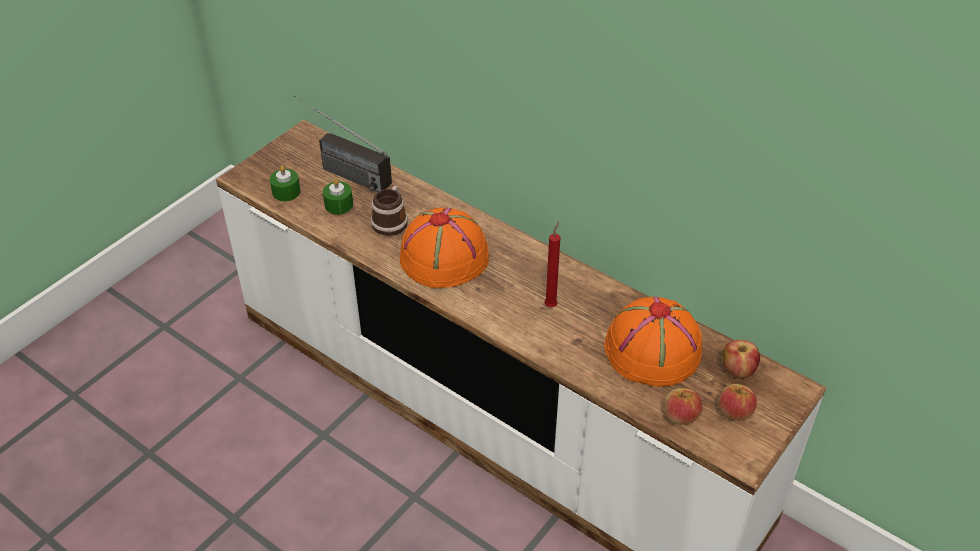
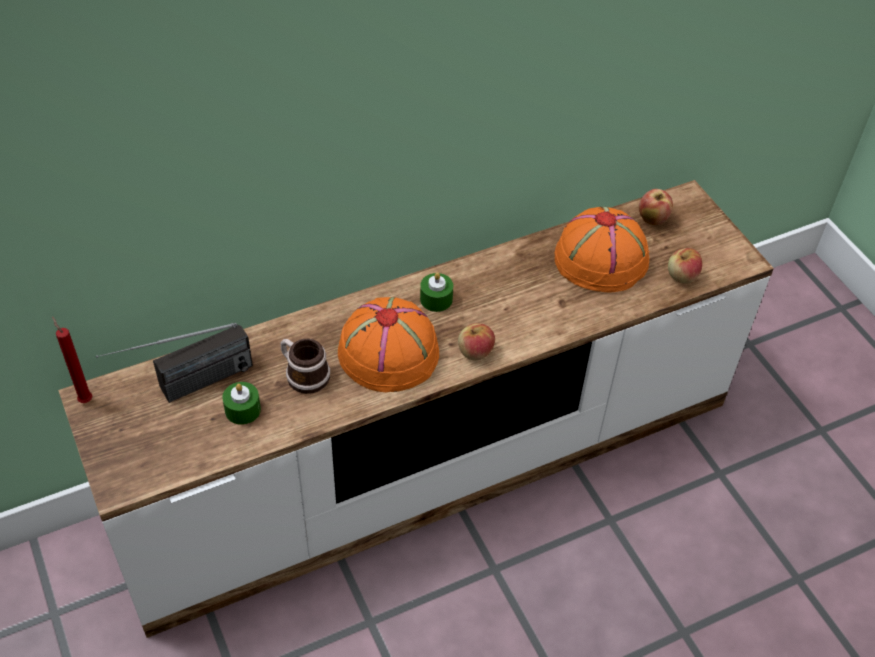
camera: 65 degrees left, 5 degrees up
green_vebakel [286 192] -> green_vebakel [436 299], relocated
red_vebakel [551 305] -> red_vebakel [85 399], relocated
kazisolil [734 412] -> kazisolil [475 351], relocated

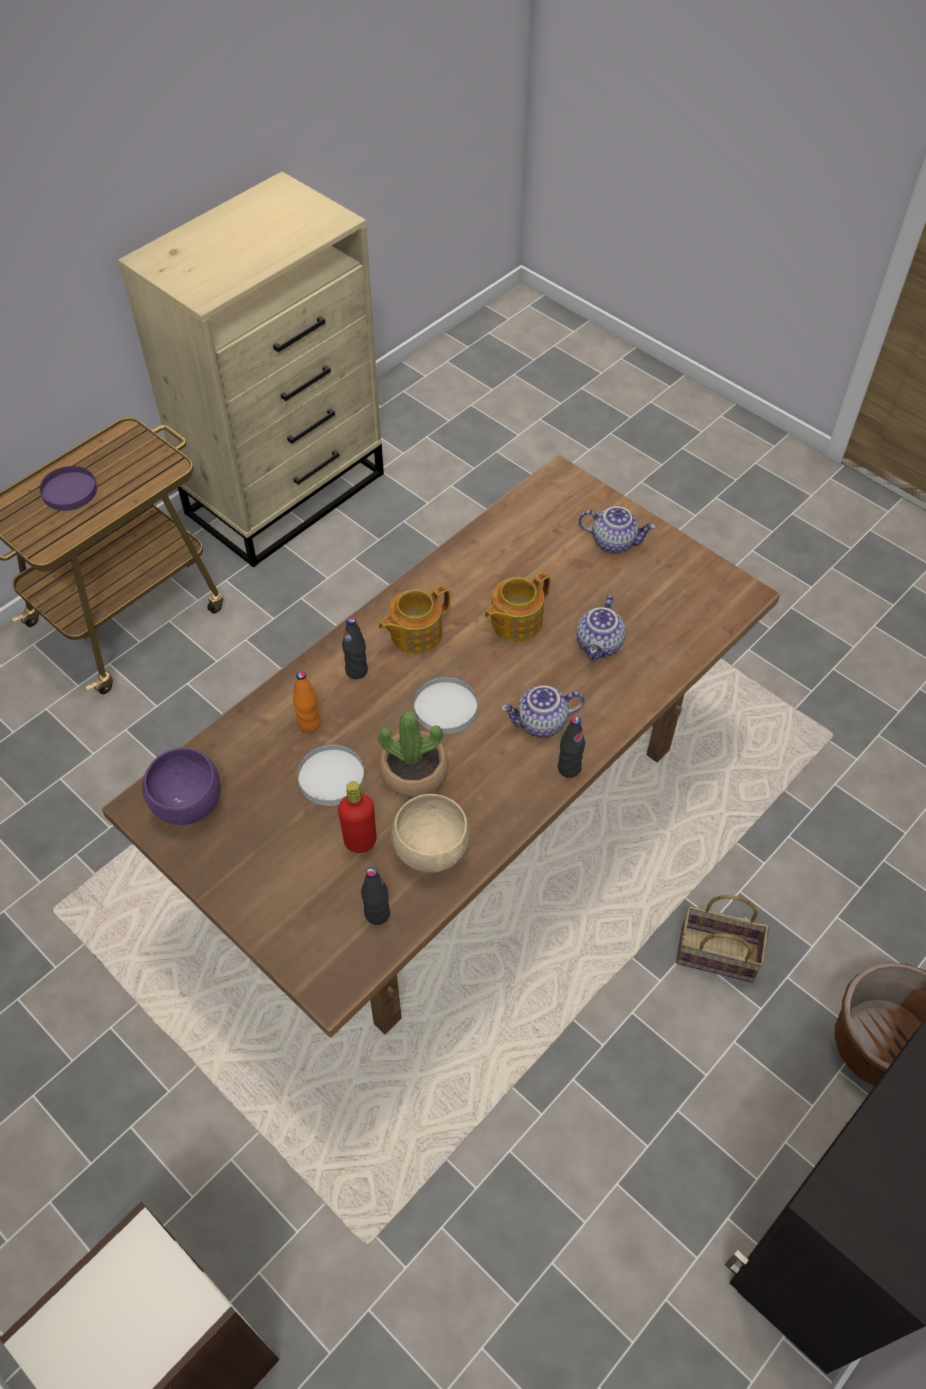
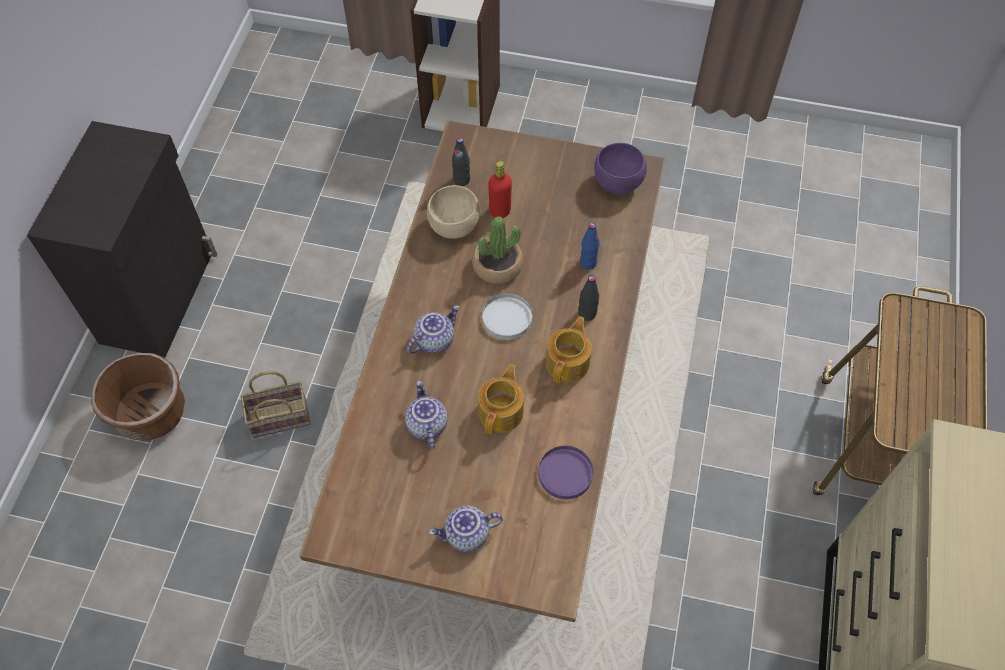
camera: 150 degrees right, 5 degrees up
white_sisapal [331 777] -> none
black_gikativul [569 768] -> none
purple_sisapal [70 491] -> purple_sisapal [565 474], relocated
orange_gikativul [309 723] -> blue_gikativul [588 263]

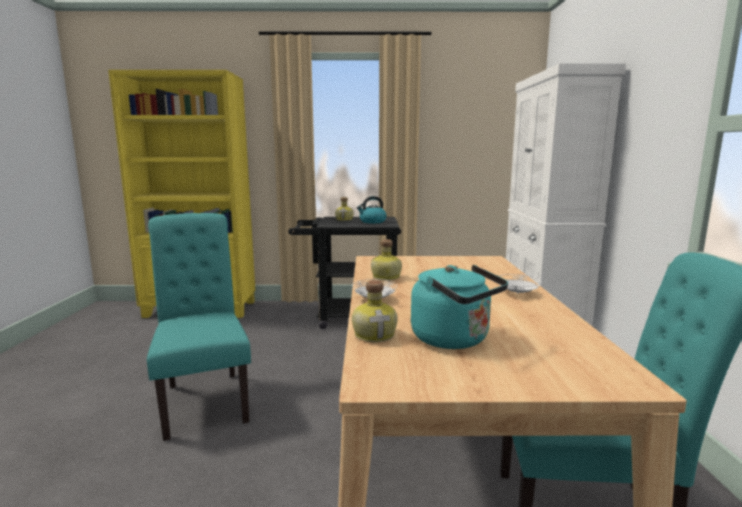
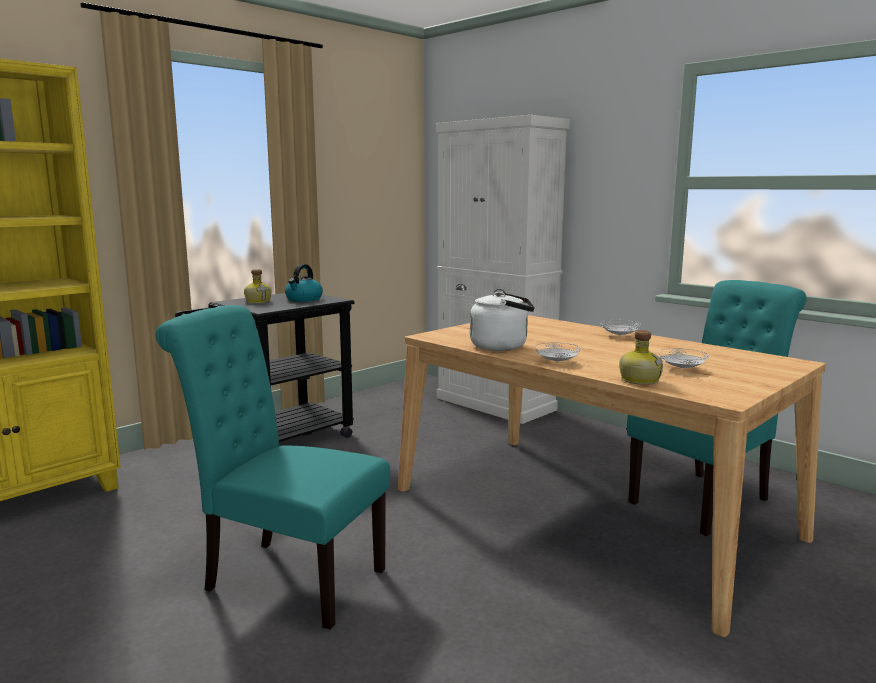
camera: 45 degrees left, 0 degrees up
gikativul [386 277] -> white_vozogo [502 346]
turquoise_vozogo [454 339] -> white_sisapal [682 369]

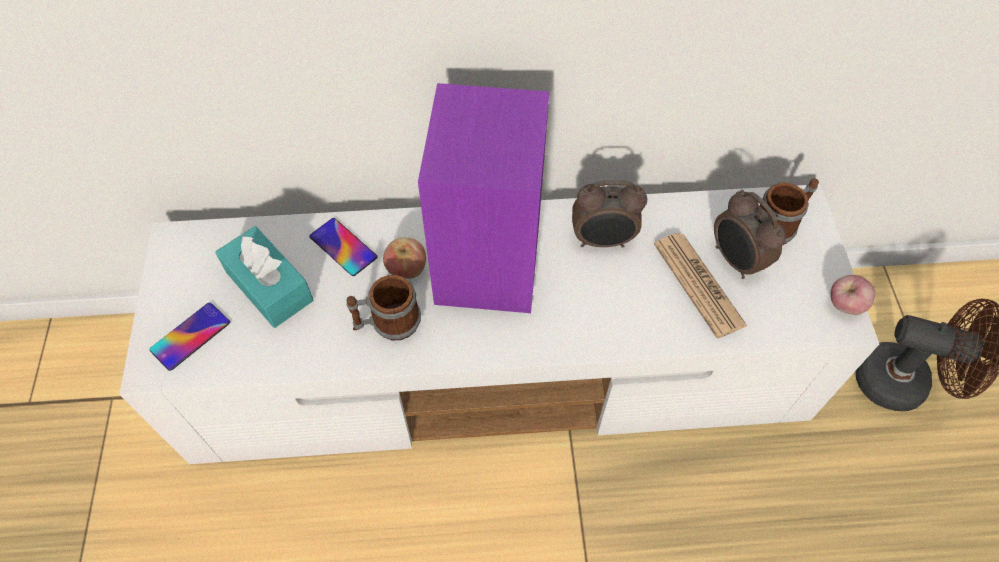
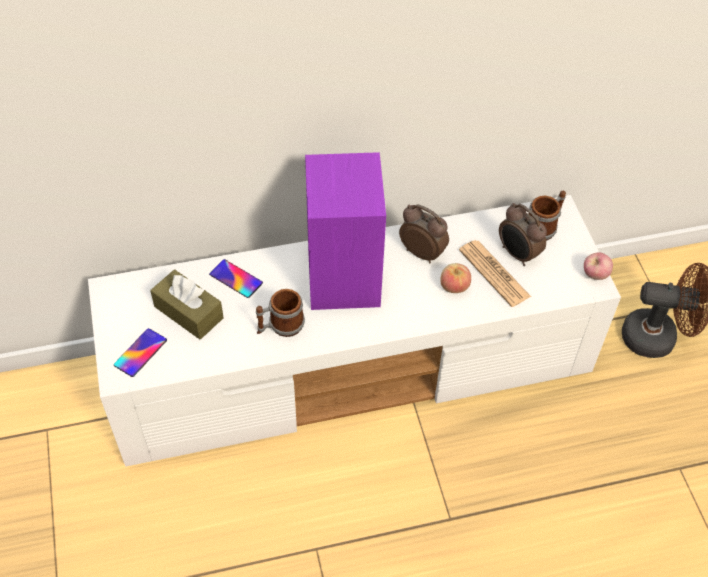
camera: 10 degrees left, 5 degrees down
kazisolil [406 268] -> kazisolil [454 287], relocated
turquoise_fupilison [269 286] -> brown_fupilison [188 312]
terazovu [602 241] -> terazovu [422 252], 135 degrees counterclockwise

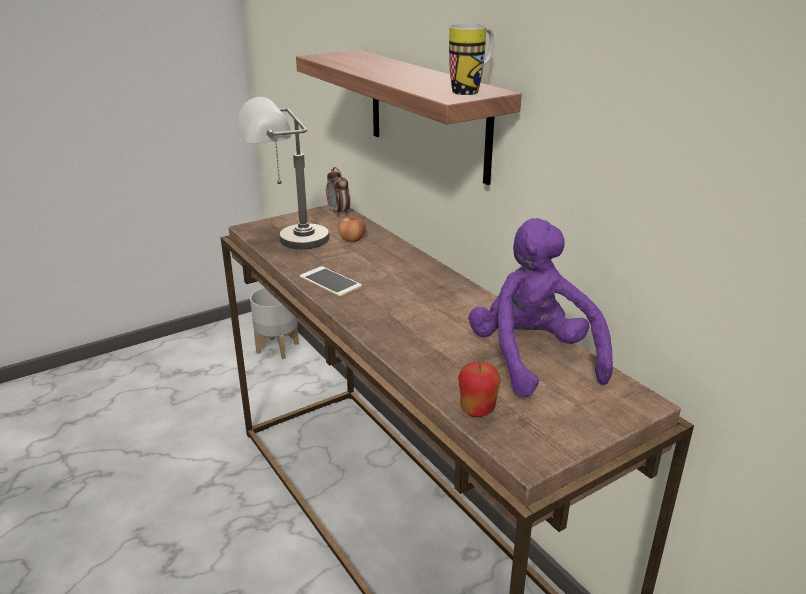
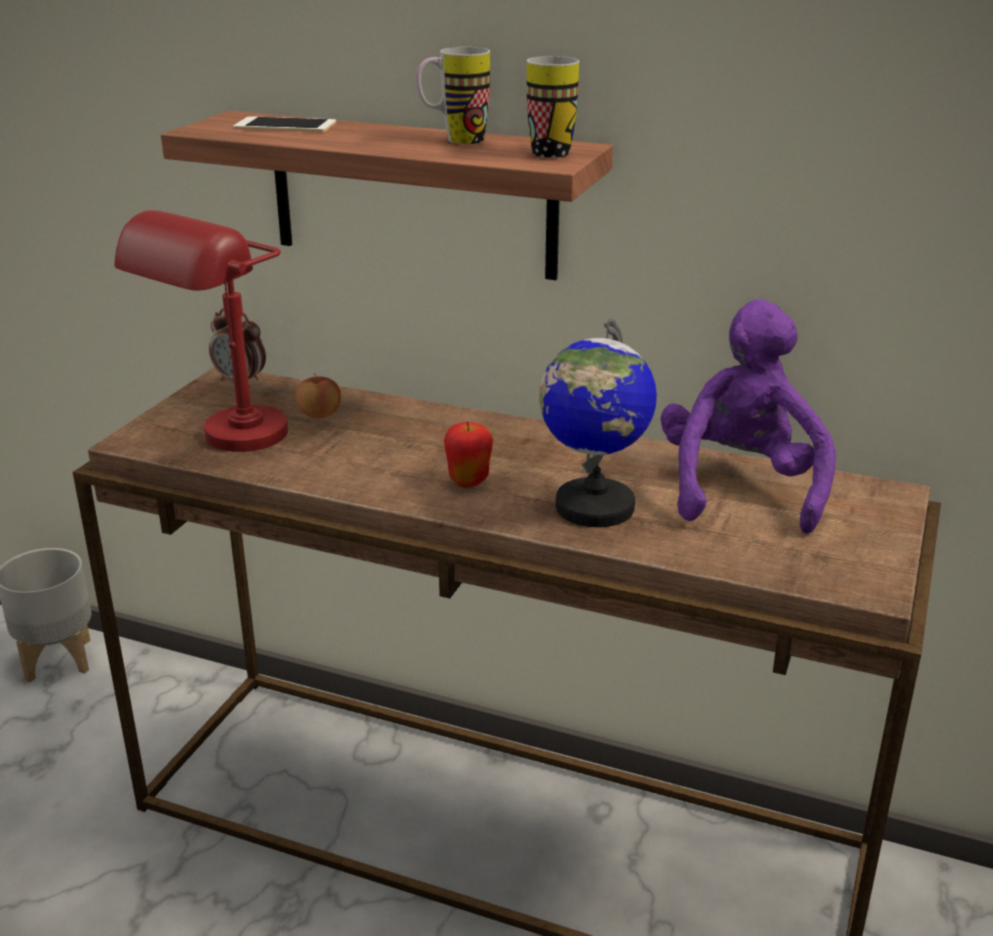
camera: 35 degrees left, 0 degrees up
none -> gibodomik [454 141]
none -> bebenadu [593 507]
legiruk [330 281] -> legiruk [285 126], relocated
kazisolil [477 410] -> kazisolil [469 481], relocated
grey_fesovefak [287 242] -> red_fesovefak [227 445]
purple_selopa [532 358] -> purple_selopa [740 488], 60 degrees clockwise

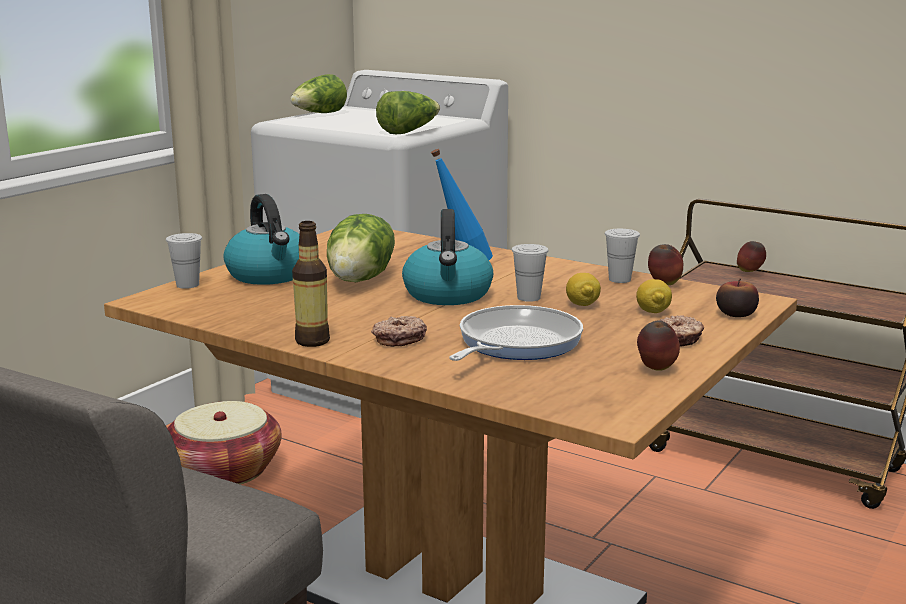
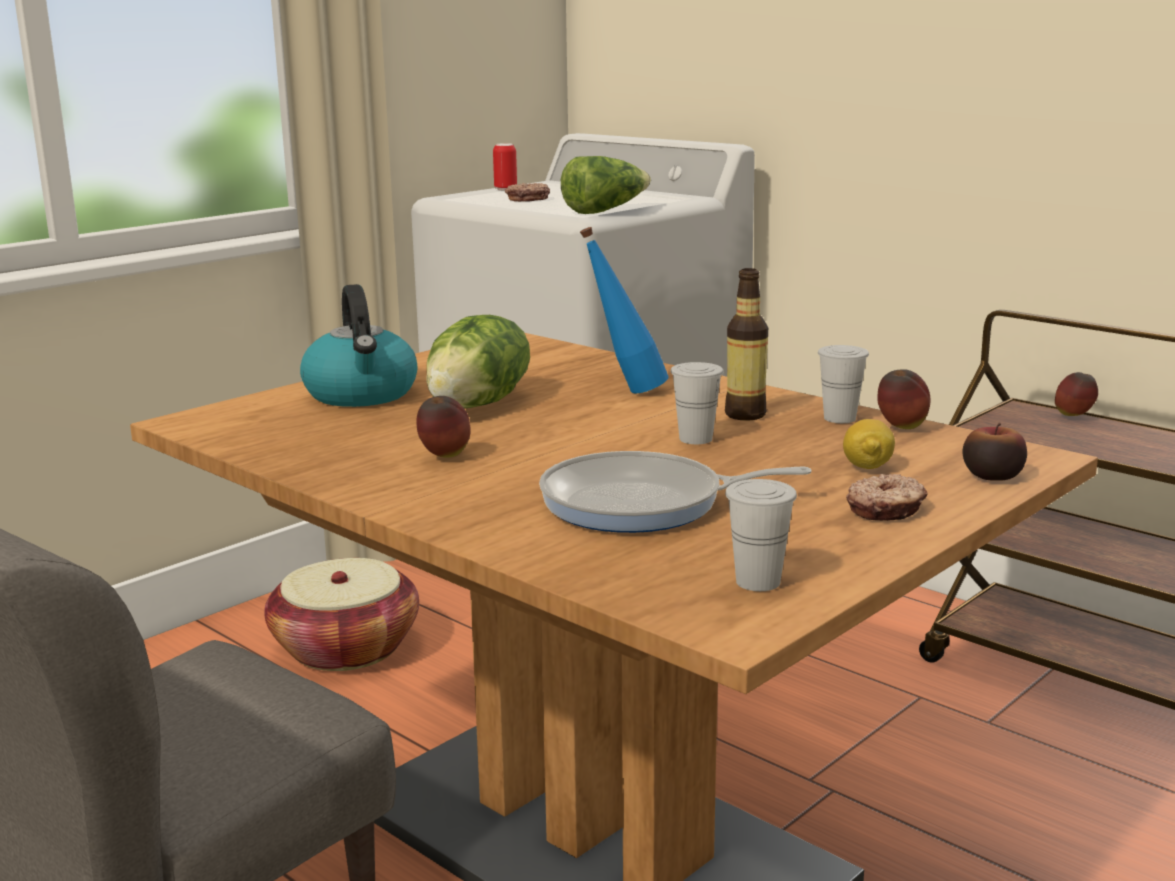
camera: 10 degrees right, 0 degrees up
vozogo [448 295] -> none
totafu [582 304] -> none
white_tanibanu [187 285] -> white_tanibanu [758 582], relocated
gikativul [312 341] -> gikativul [745 415], relocated
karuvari [399 339] -> karuvari [527 199], relocated
kazisolil [656 370] -> kazisolil [444 457], relocated
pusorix [319 114] -> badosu [505 189]
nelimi [515 343] -> nelimi [642 504], 135 degrees counterclockwise

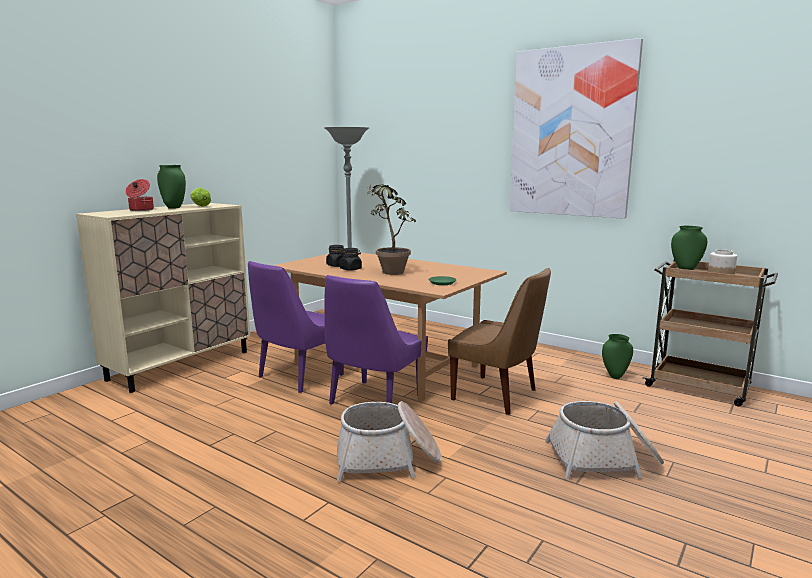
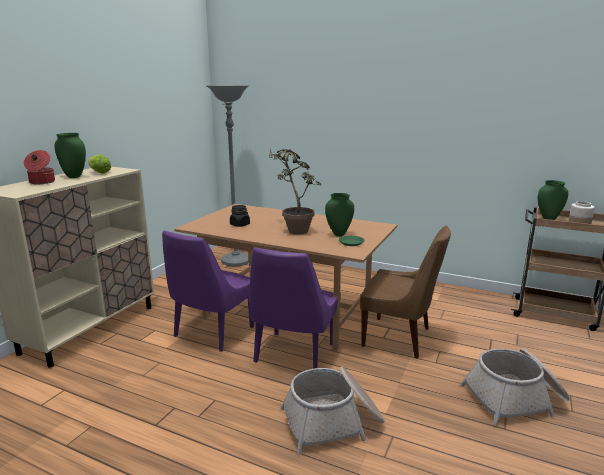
camera: 10 degrees left, 5 degrees up
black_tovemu [351 269] -> none
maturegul [571 132] -> none
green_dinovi [615 377] -> green_dinovi [339 235], relocated

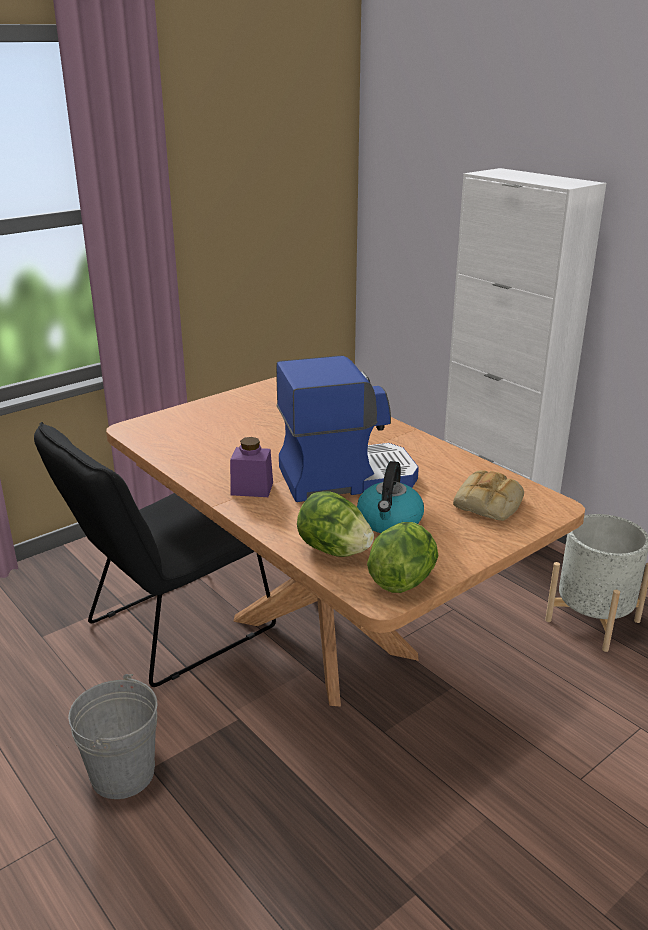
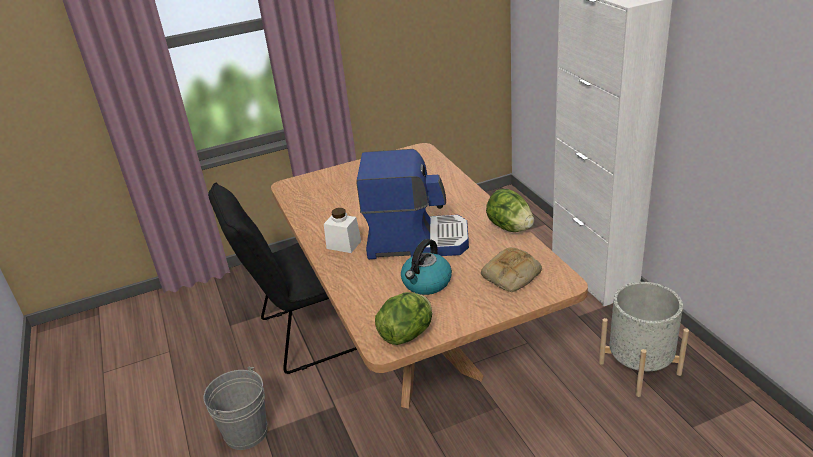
camera: 20 degrees right, 5 degrees up
pusorix [333 550] -> pusorix [509 228], relocated
purple_tovemu [252 489] -> white_tovemu [344 245]

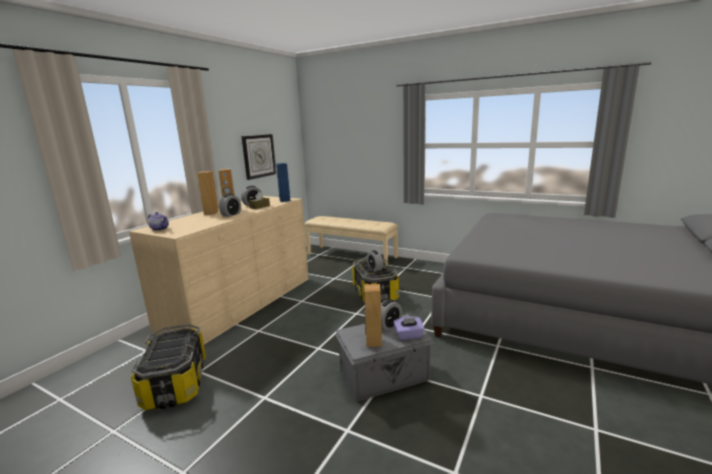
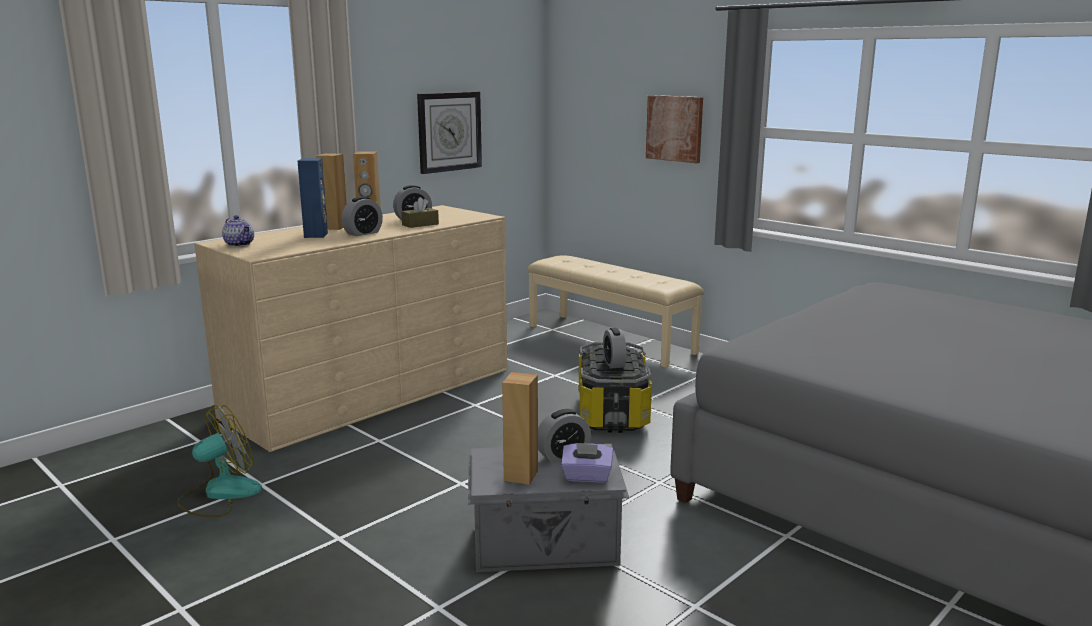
camera: 15 degrees right, 0 degrees up
none -> maturegul [675 128]
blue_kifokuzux [285 200] -> blue_kifokuzux [316 235], relocated
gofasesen [175 383] -> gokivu [219 494]

